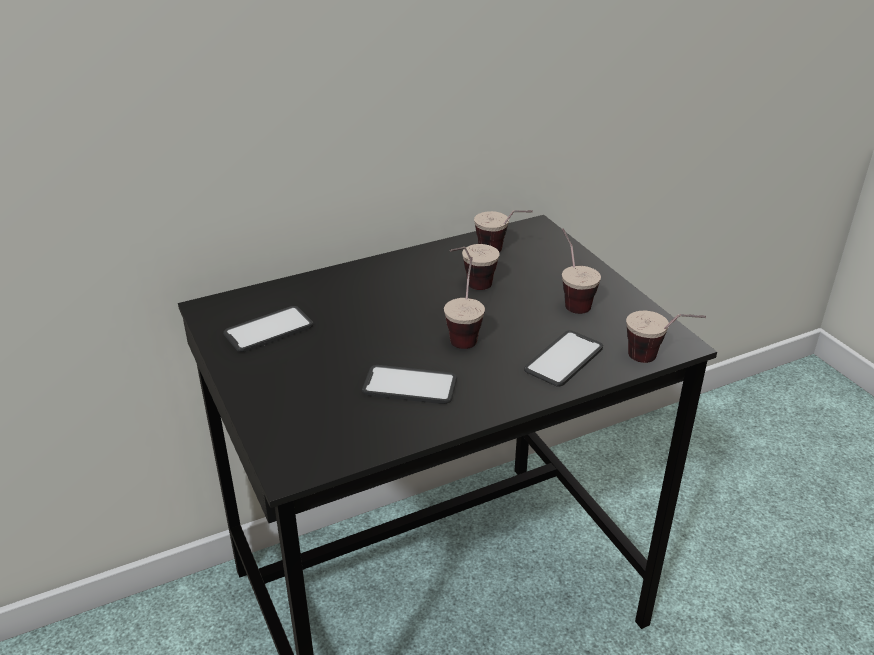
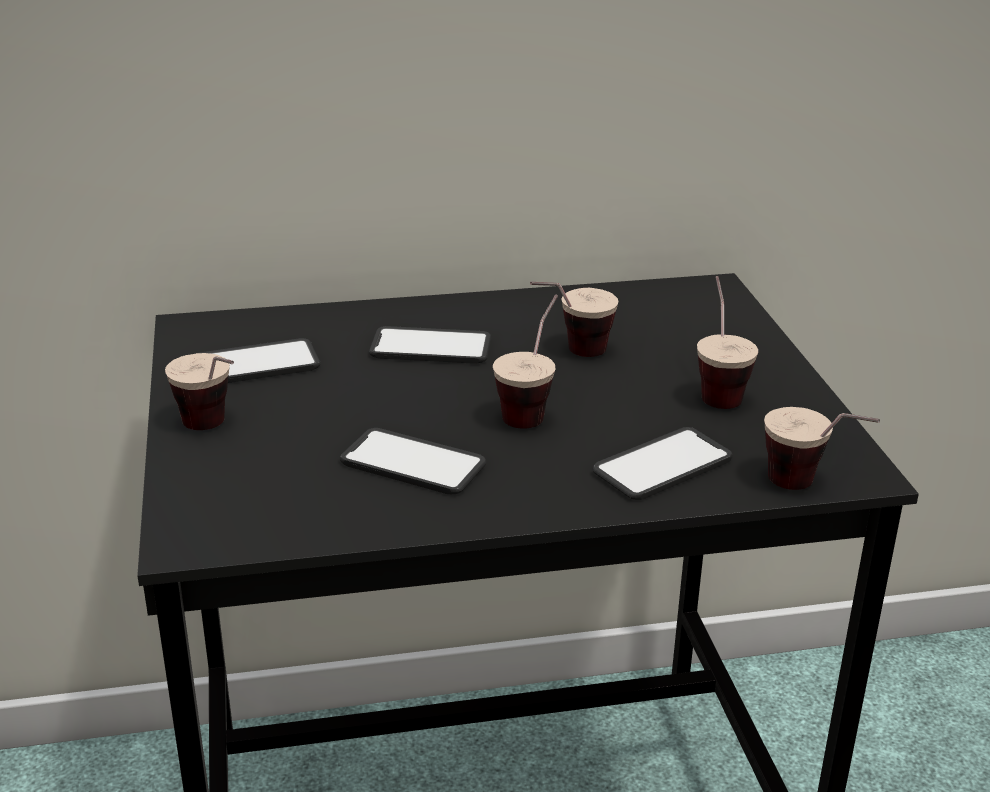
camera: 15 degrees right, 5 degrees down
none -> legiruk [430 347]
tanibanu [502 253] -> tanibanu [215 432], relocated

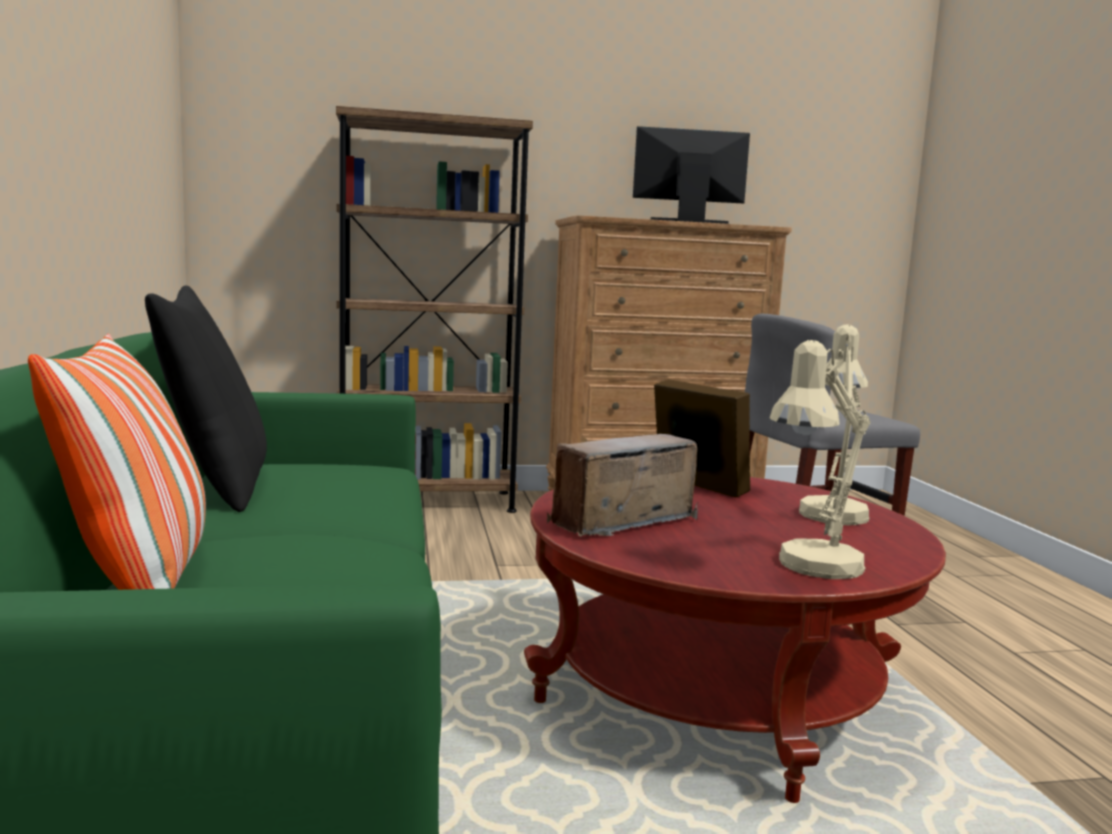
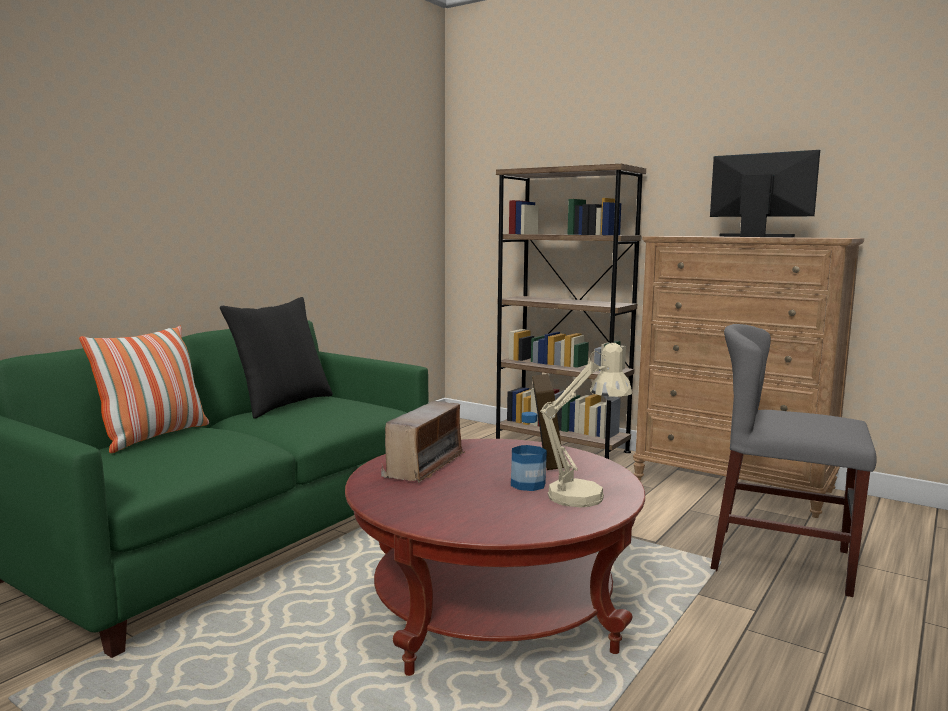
camera: 45 degrees right, 0 degrees up
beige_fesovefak [811 568] -> none
none -> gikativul [528 484]
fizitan [623 522] -> fizitan [425 466], 105 degrees clockwise

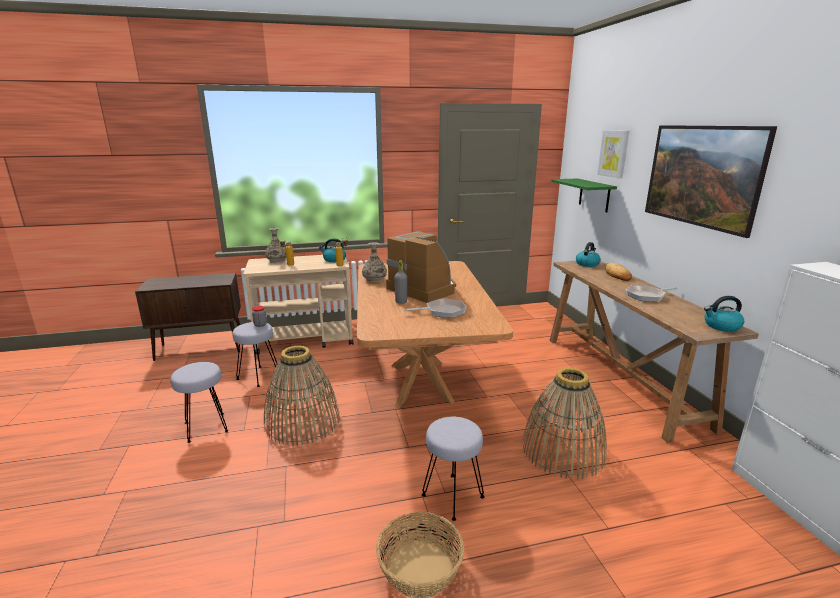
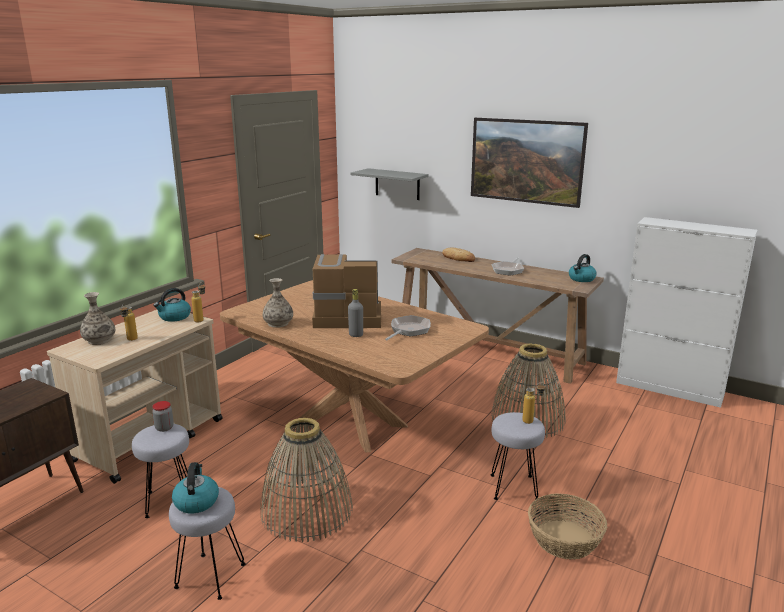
camera: 45 degrees left, 0 degrees up
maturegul [613 153] -> none
none -> gikativul [532 421]
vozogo [587 264] -> vozogo [196 501], relocated
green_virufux [594 195] -> grey_virufux [397 184]

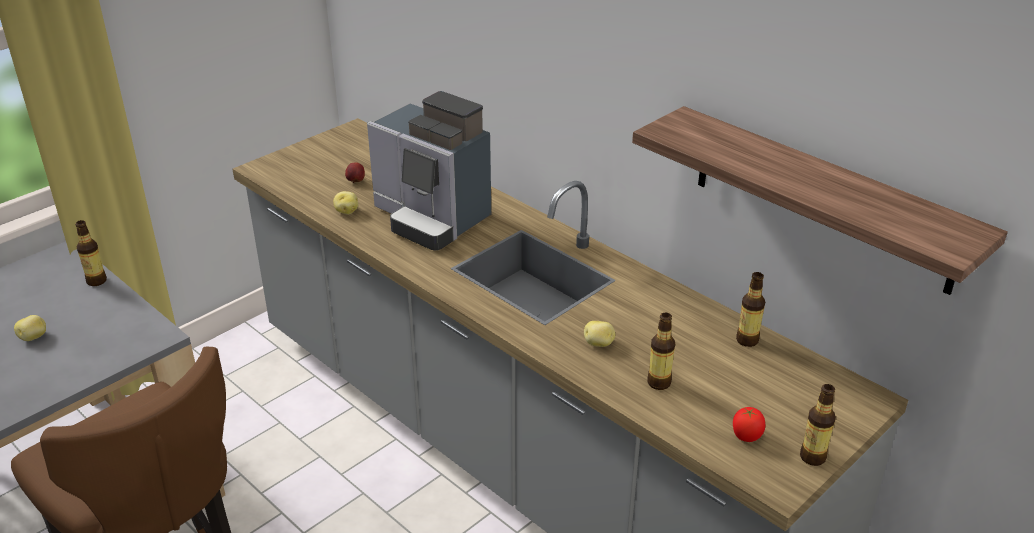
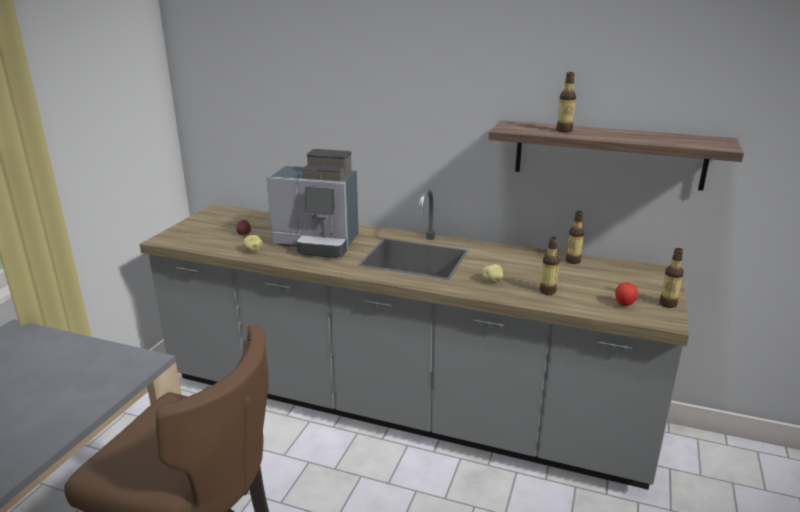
camera: 25 degrees left, 10 degrees down
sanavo [34 337] -> none
gikativul [96 281] -> gikativul [564 130], relocated

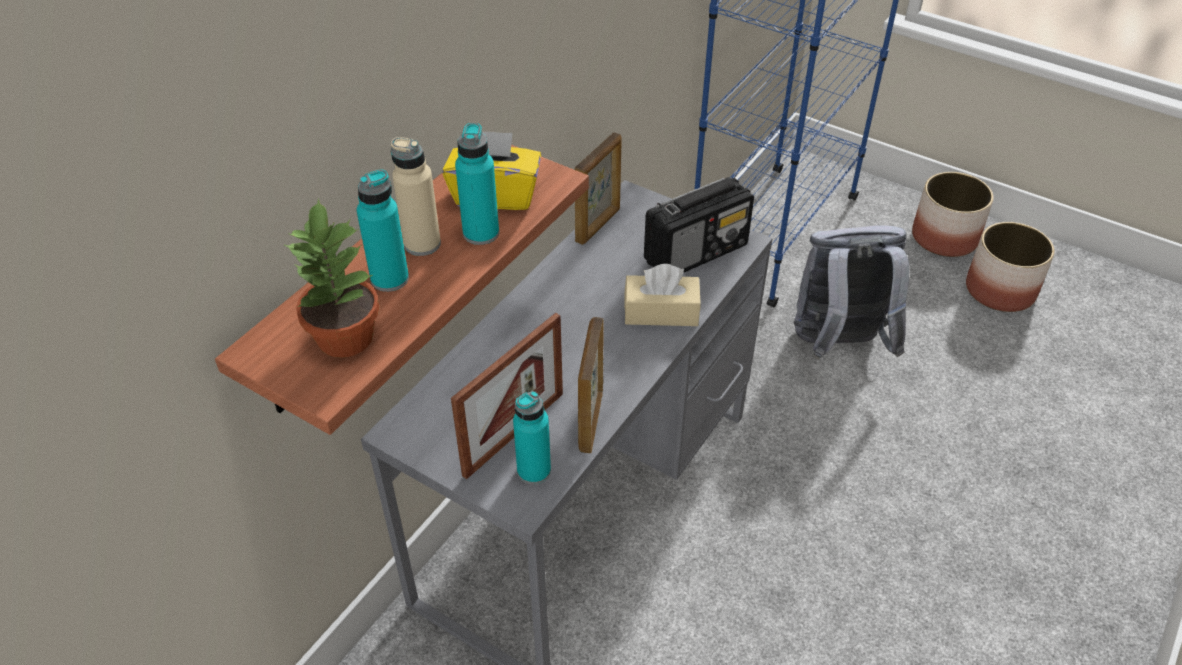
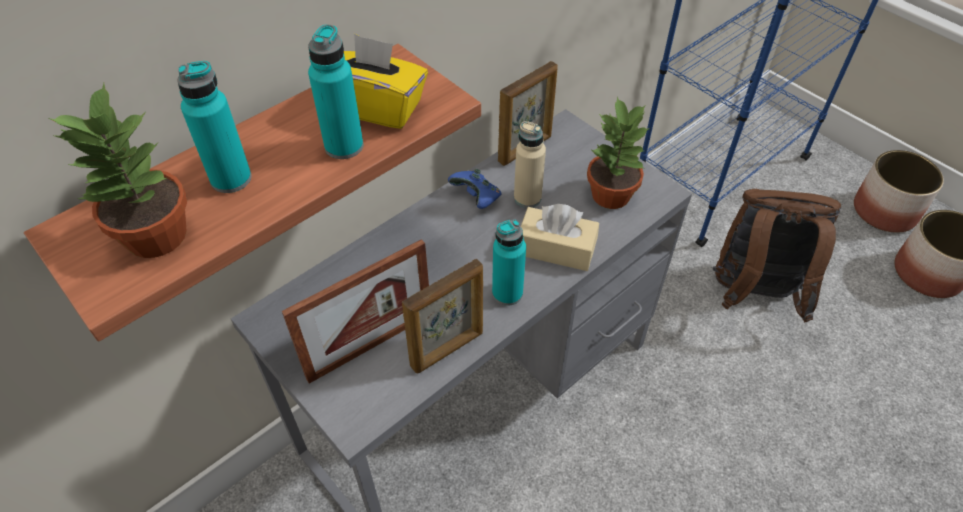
camera: 15 degrees right, 5 degrees up
none -> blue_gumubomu [477 197]
beige_gikativul [422 244] -> beige_gikativul [527 198], relocated
turquoise_gikativul [534 471] -> turquoise_gikativul [507 293], relocated
fizitan [697 252] -> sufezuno [611 194]
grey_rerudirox [838 345] -> brown_rerudirox [752 295]
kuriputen [590 421] -> kuriputen [448 350], 150 degrees counterclockwise

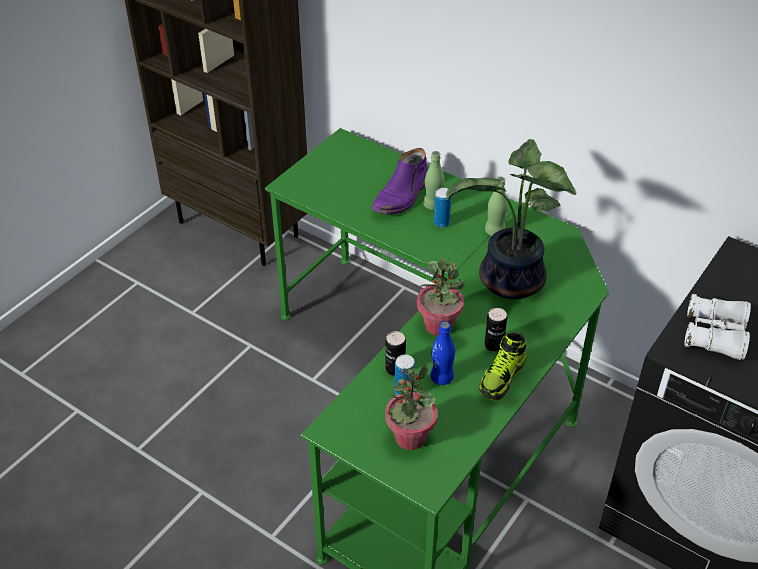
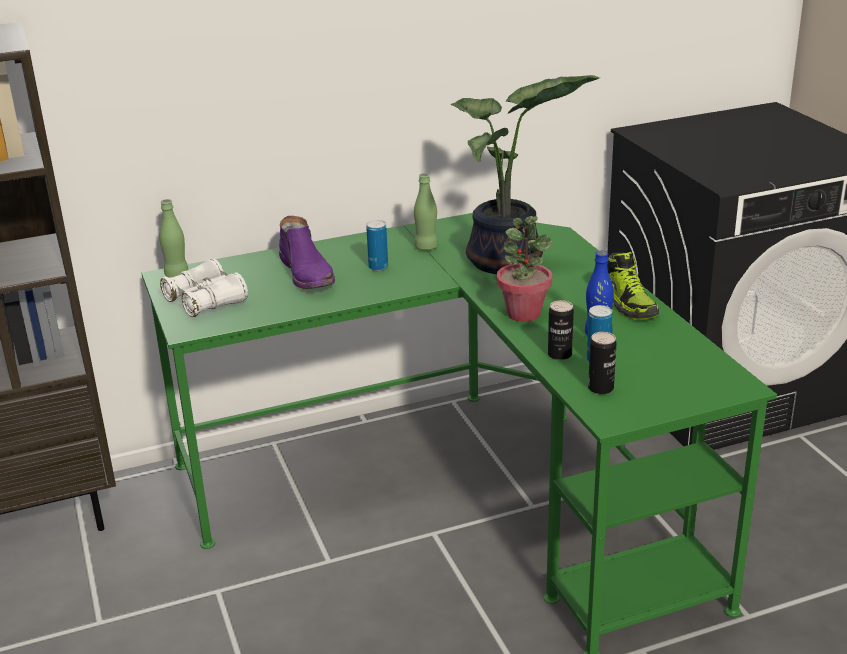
camera: 55 degrees left, 15 degrees down
sufezuno [410 437] -> none
green_gikativul [433 205] -> green_gikativul [177 275], relocated
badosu [494 345] -> badosu [600 388], relocated
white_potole [714 335] -> white_potole [205 301], relocated

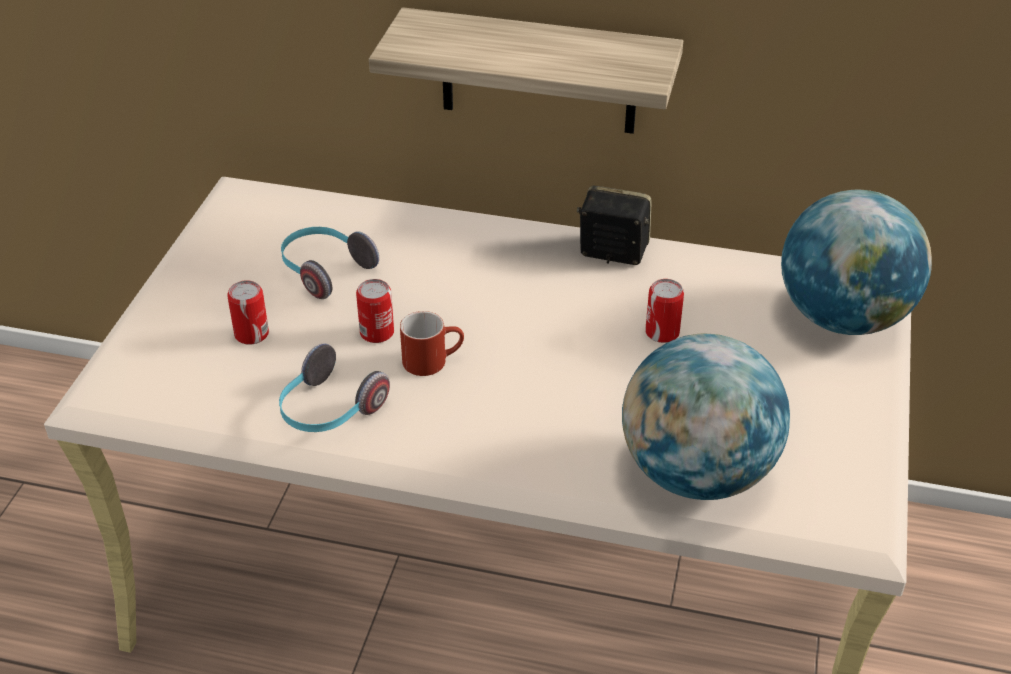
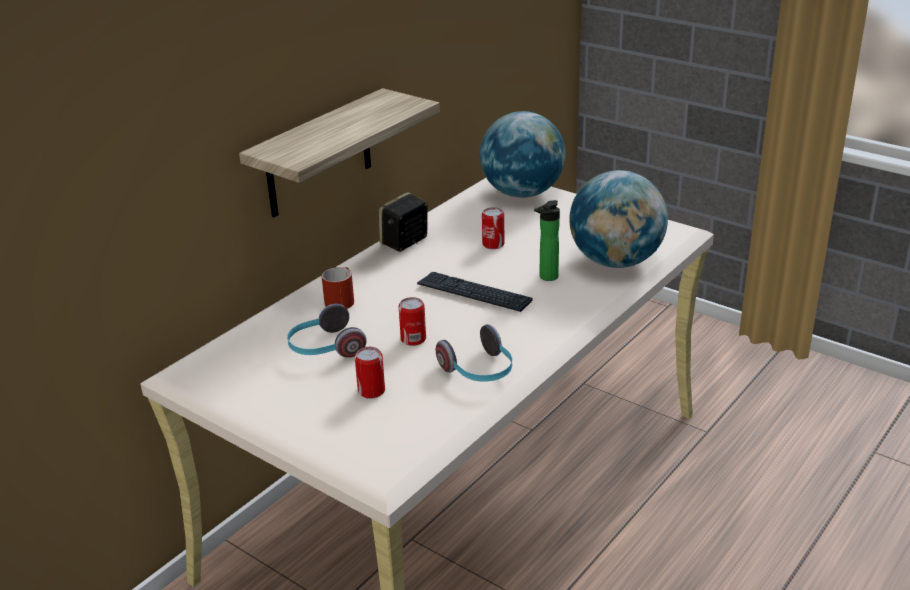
camera: 65 degrees left, 10 degrees down
none -> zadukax [474 293]
none -> gikativul [546 277]
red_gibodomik [433 360] -> red_gibodomik [340 300], relocated

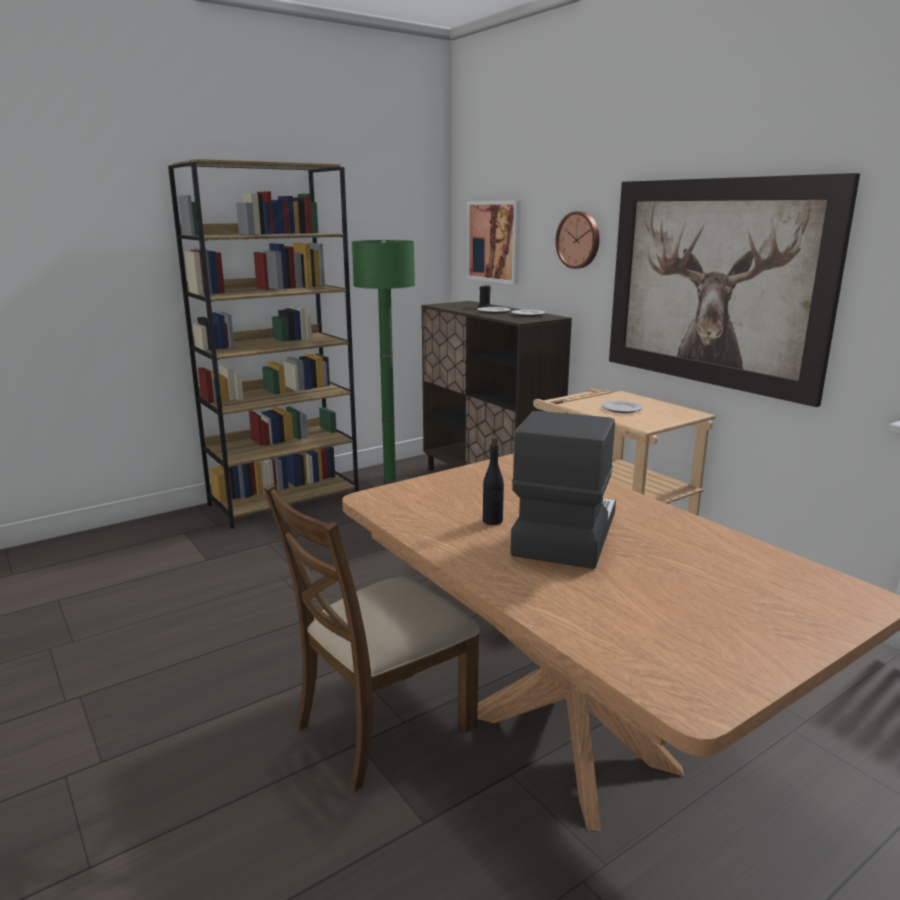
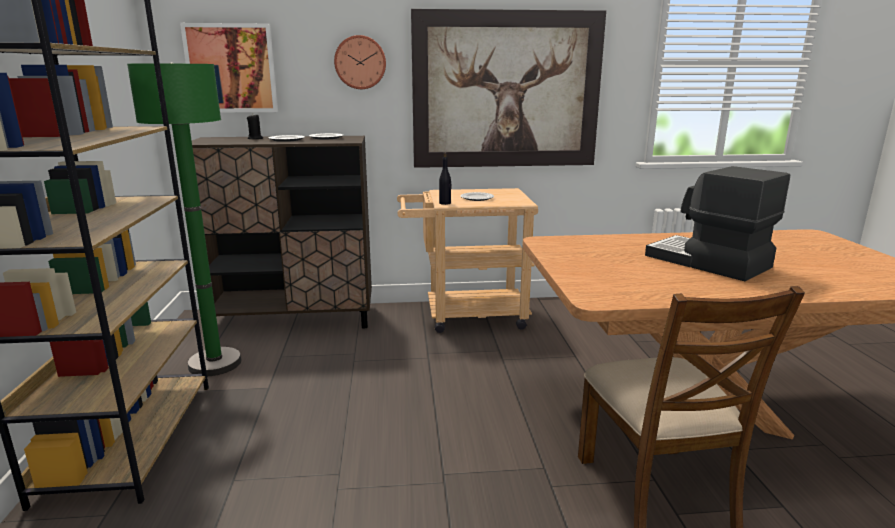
camera: 60 degrees left, 0 degrees up
black_gikativul [492 521] -> black_gikativul [445 203], relocated

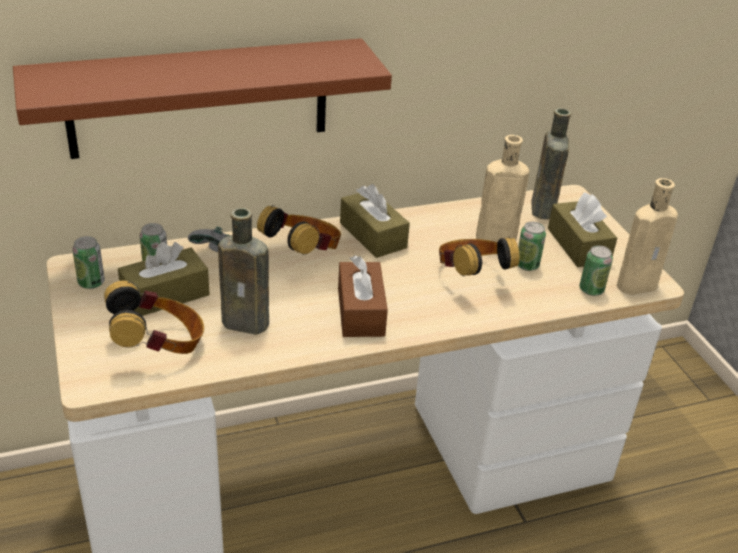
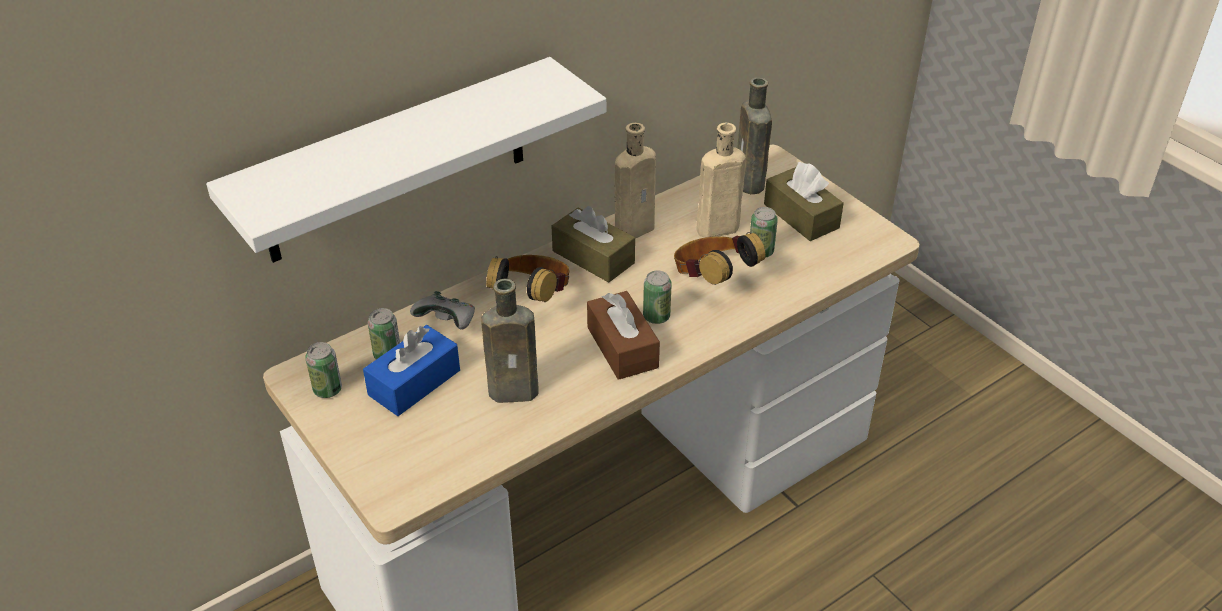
camera: 15 degrees left, 5 degrees up
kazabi [159 346] -> none
badosu [591 290] -> badosu [656 316], relocated
beige_gikativul [639 284] -> beige_gikativul [637 227], relocated
brown_virufux [199 98] -> white_virufux [396 162]
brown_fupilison [165 295] -> blue_fupilison [414 383]

